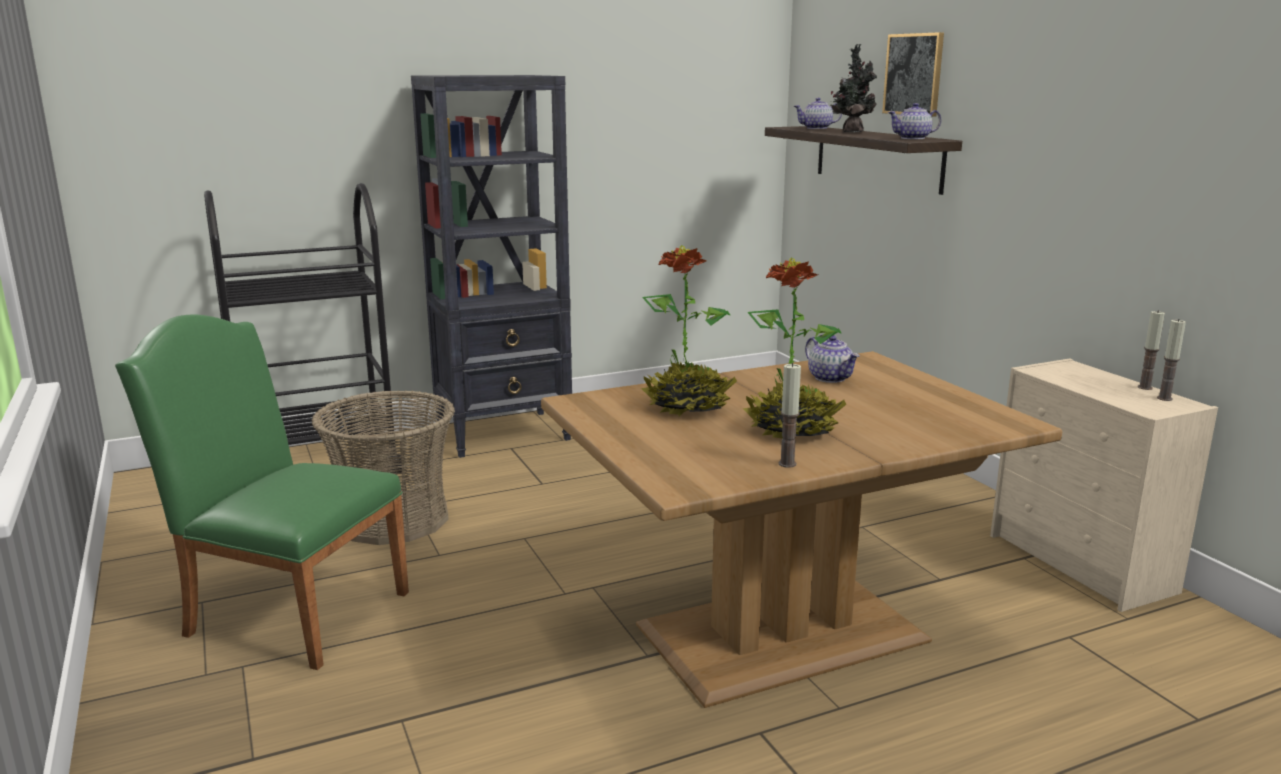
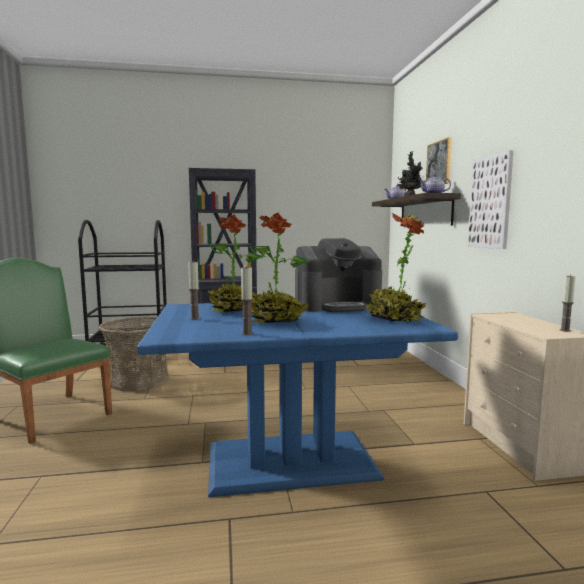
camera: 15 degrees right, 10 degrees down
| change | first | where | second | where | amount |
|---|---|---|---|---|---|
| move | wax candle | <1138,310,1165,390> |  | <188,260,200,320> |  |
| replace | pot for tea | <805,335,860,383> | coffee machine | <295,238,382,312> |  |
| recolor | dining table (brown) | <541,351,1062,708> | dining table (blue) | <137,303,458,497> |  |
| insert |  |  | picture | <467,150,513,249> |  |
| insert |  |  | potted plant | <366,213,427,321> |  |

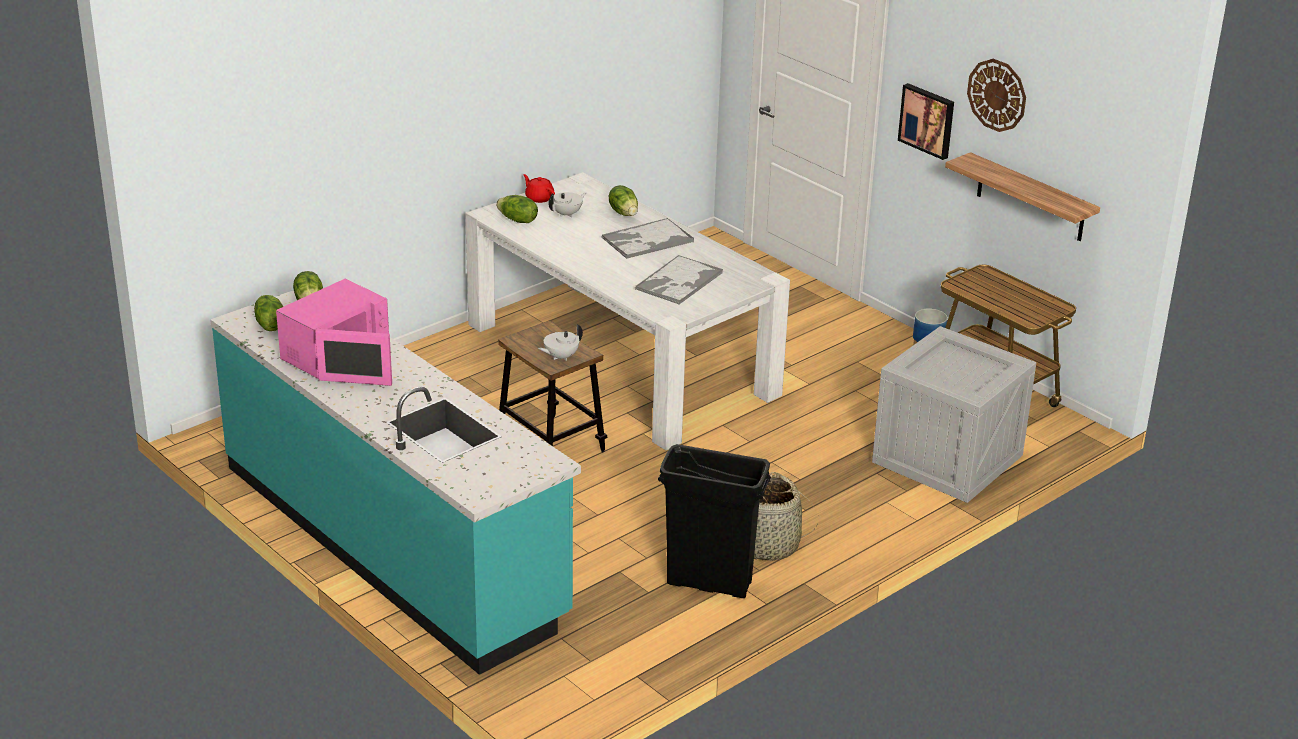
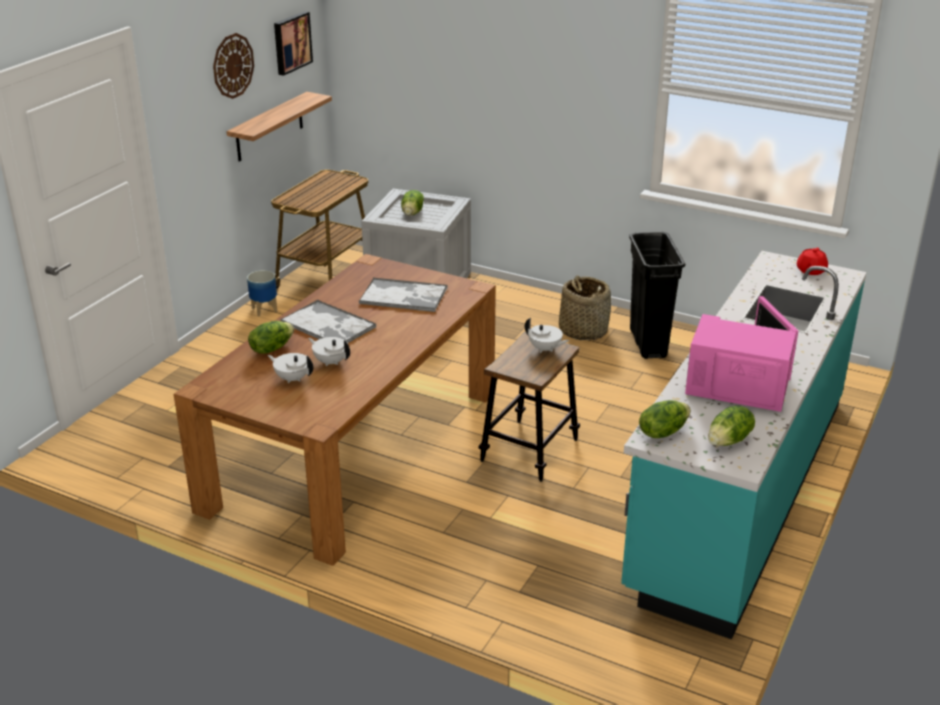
camera: 110 degrees left, 0 degrees up
| change | first | where | second | where | amount |
|---|---|---|---|---|---|
| move | picture | <898,83,954,160> |  | <274,11,313,76> |  |
| recolor | dining table (whitish) | <465,172,790,451> | dining table (brown) | <174,254,496,566> |  |
| move | pot for tea (red-coloured) | <523,174,555,203> |  | <797,248,828,275> |  |
| move | lettuce | <496,195,538,223> |  | <401,190,424,216> |  |
| insert |  |  | pot for tea (whitish) | <308,337,350,366> |  |

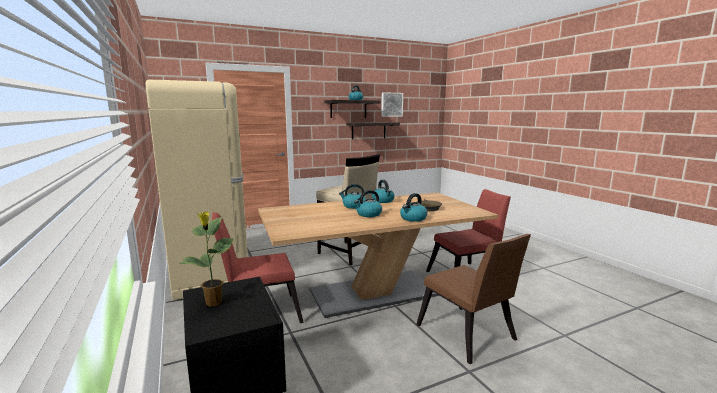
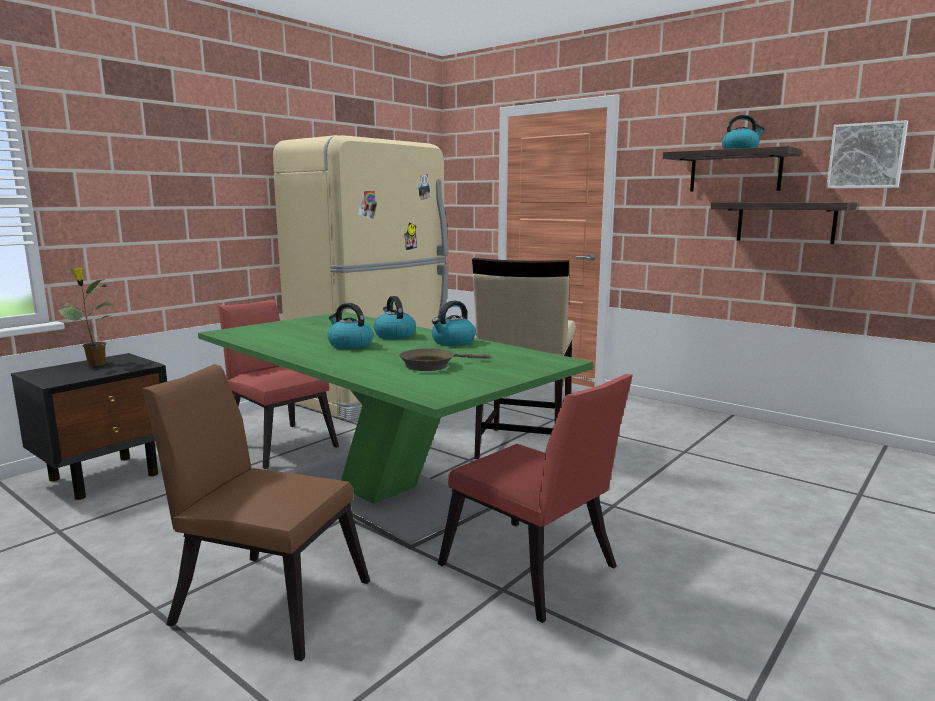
camera: 65 degrees right, 0 degrees up
| change | first | where | second | where | amount |
|---|---|---|---|---|---|
| recolor | dining table (sand-coloured) | <258,192,498,318> | dining table (green) | <198,312,593,550> |  |
| delete | tea kettle | <400,193,427,222> |  |  |  |
| rotate | upright chair (brown) | <416,234,531,364> |  | <142,364,370,661> | 75 degrees clockwise |

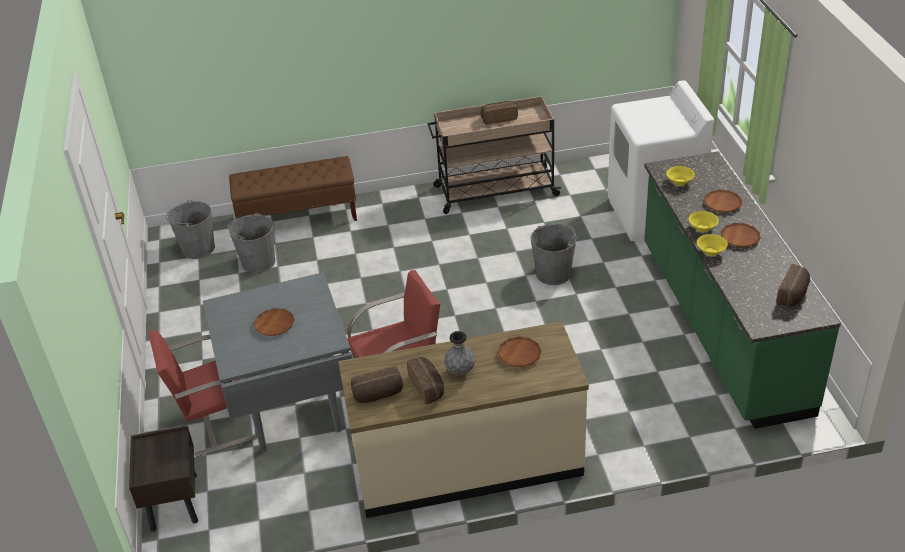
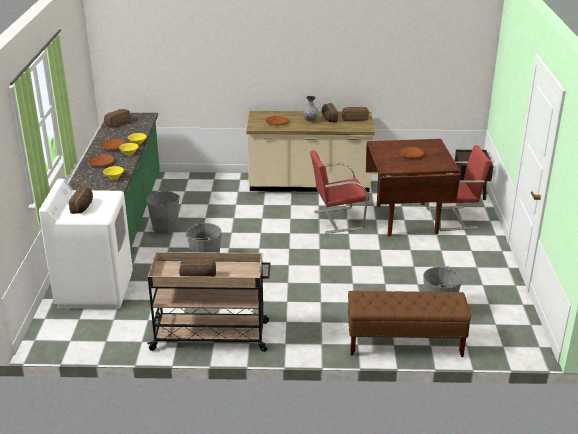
camera: 170 degrees left, 10 degrees down
| change | first | where | second | where | amount |
|---|---|---|---|---|---|
| move | water bucket (gray) | <166,200,215,259> |  | <146,190,180,234> |  |
| recolor | dining table (gray) | <203,272,353,452> | dining table (brown) | <366,139,461,236> |  |
| insert |  |  | bakery bread | <69,187,93,214> |  |

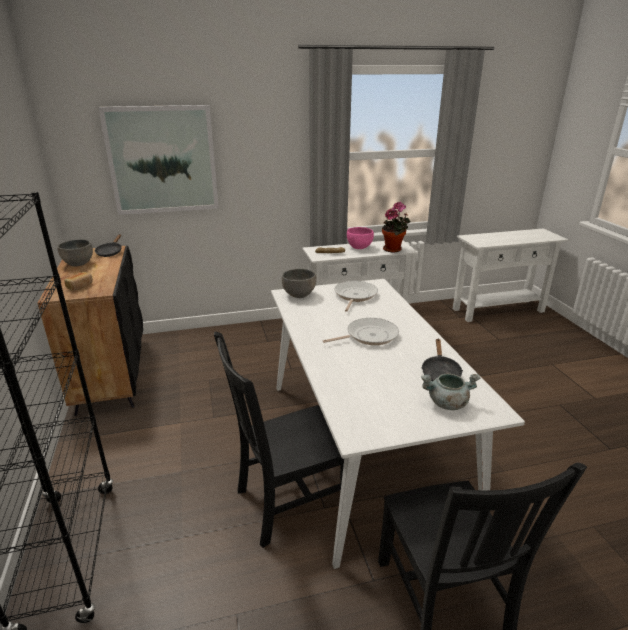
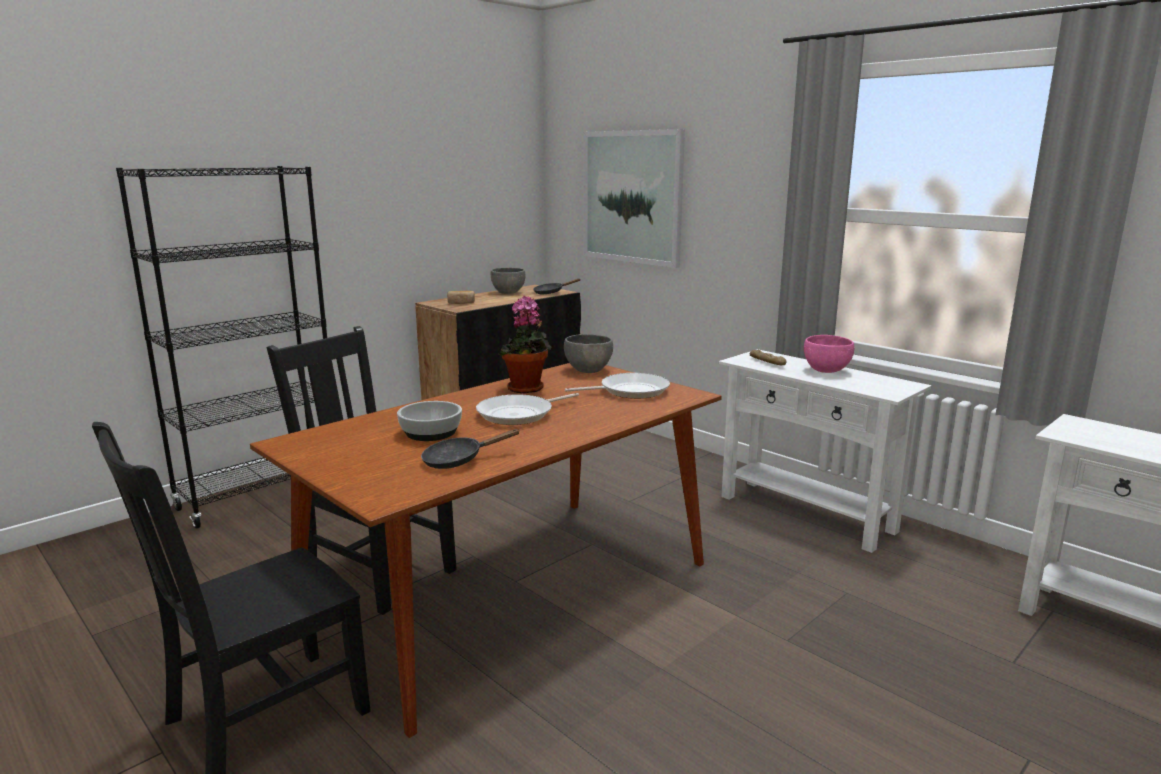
camera: 60 degrees right, 10 degrees down
| change | first | where | second | where | amount |
|---|---|---|---|---|---|
| move | potted plant | <382,202,411,253> |  | <499,296,551,394> |  |
| recolor | dining table (whitish) | <271,279,525,569> | dining table (brown) | <250,363,722,738> |  |
| rotate | pan | <323,318,399,345> |  | <476,393,579,425> | 105 degrees clockwise |
| delete | saucepot (gray) | <421,374,481,410> |  |  |  |
| insert |  |  | serving bowl | <397,401,462,441> |  |

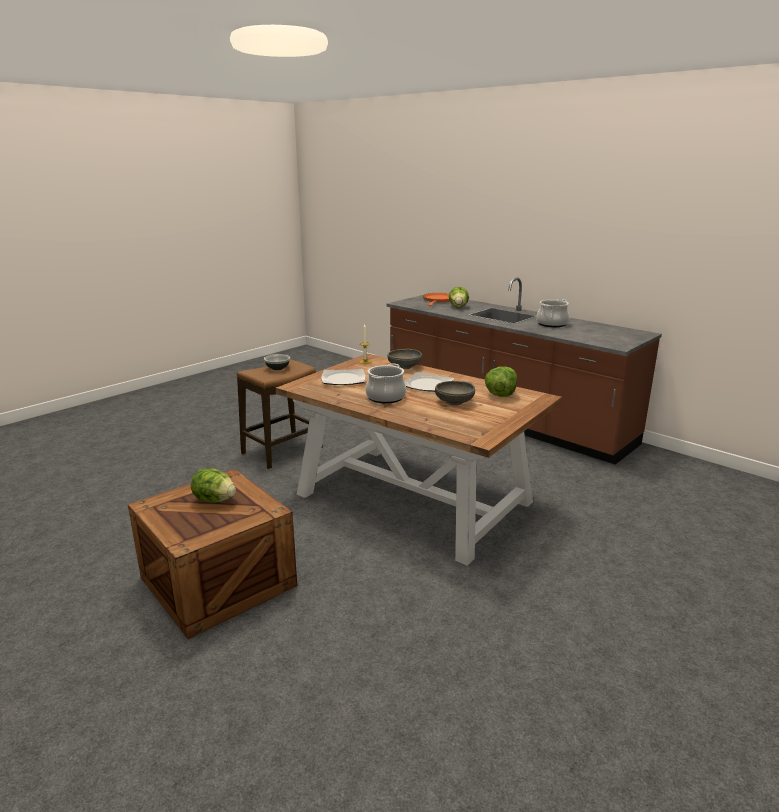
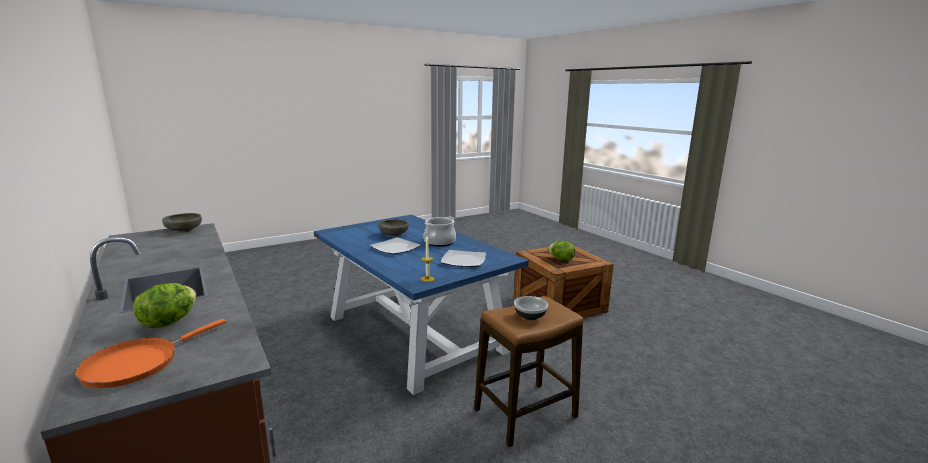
camera: 165 degrees left, 5 degrees down
| change | first | where | second | where | amount |
|---|---|---|---|---|---|
| delete | saucepot | <536,299,569,327> |  |  |  |
| move | serving bowl (gray) | <387,349,422,369> |  | <162,213,202,233> |  |
| recolor | dining table (brown) | <276,353,562,566> | dining table (blue) | <314,215,529,395> |  |
| delete | lettuce | <485,366,517,397> |  |  |  |

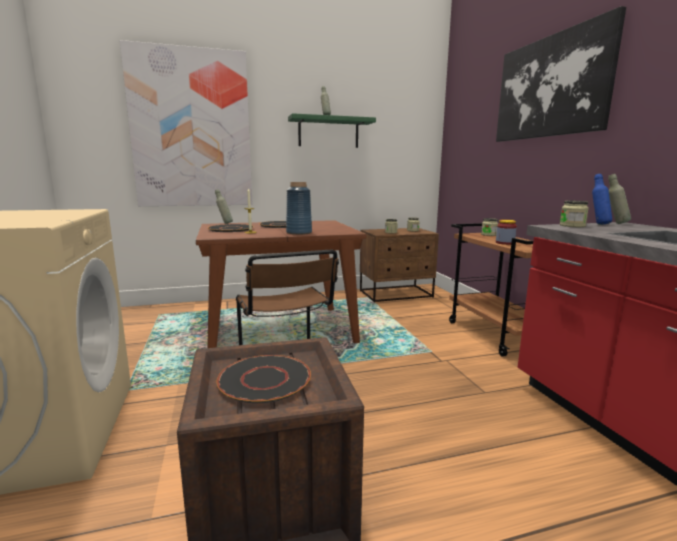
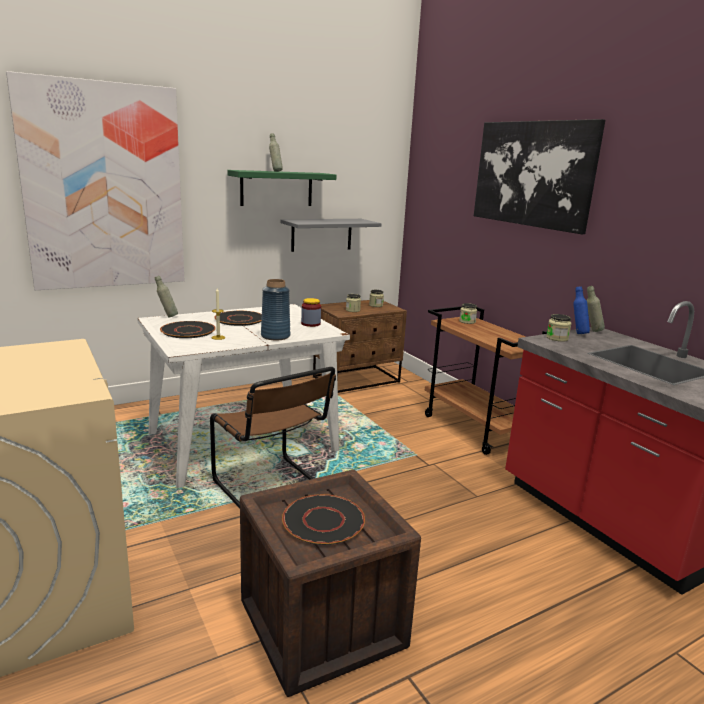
camera: 15 degrees left, 5 degrees up
| change | first | where | second | where | amount |
|---|---|---|---|---|---|
| recolor | dining table (brown) | <196,220,367,348> | dining table (whitish) | <137,304,350,488> |  |
| move | storage jar | <496,220,517,245> |  | <301,298,321,327> |  |
| insert |  |  | wall shelf (gray) | <281,219,381,252> |  |

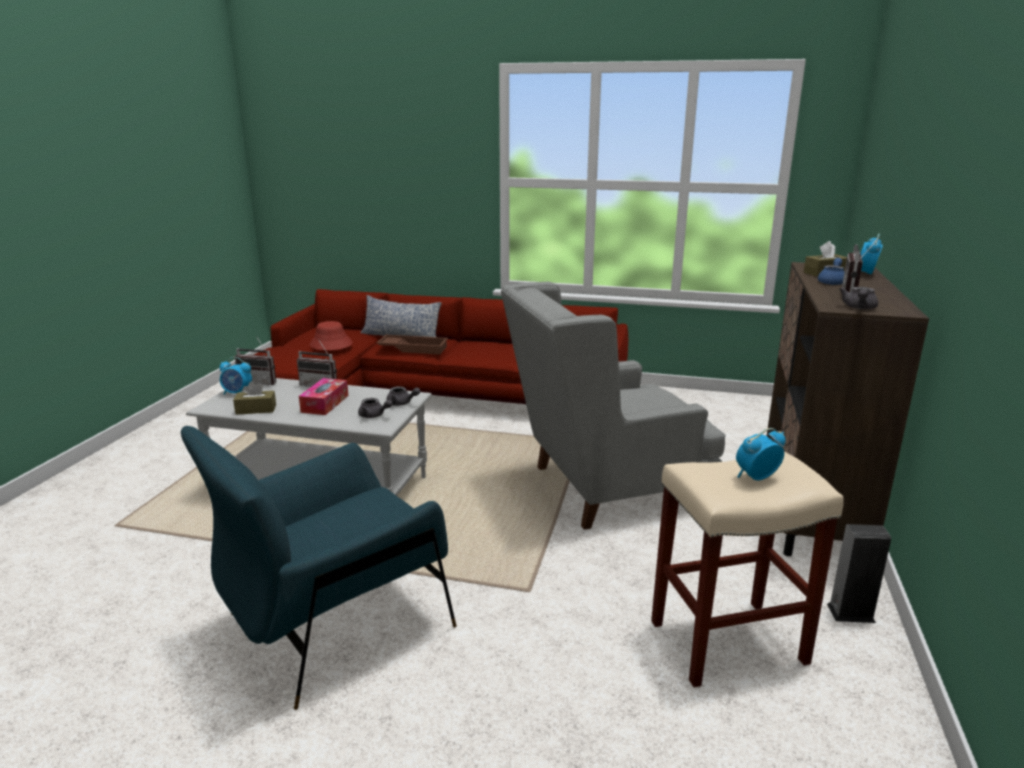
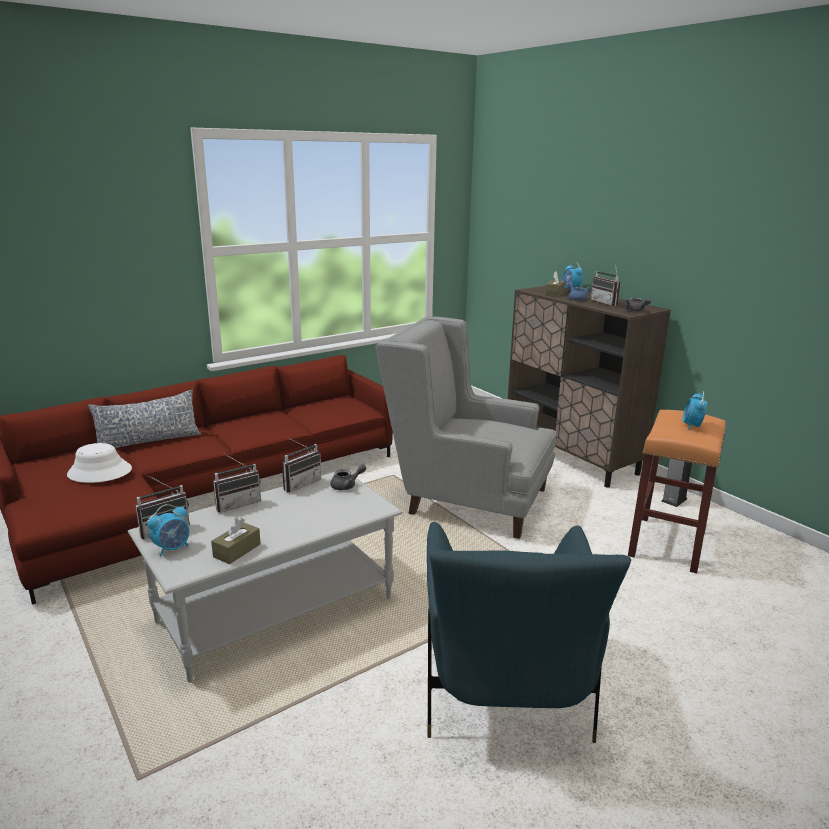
camera: 50 degrees left, 0 degrees up
| change | first | where | second | where | amount |
|---|---|---|---|---|---|
| rotate | armchair (gray) | <501,282,726,530> |  | <375,316,556,539> | 90 degrees clockwise |
| recolor | hat (red-coloured) | <310,321,353,350> | hat (whitish) | <67,443,132,483> |  |
| delete | serving tray (brown) | <377,335,448,355> |  |  |  |
| delete | tissue holder | <299,378,348,415> |  |  |  |
| delete | pot for tea (gray) | <358,398,393,418> |  |  |  |
| recolor | sitting stool (sand-coloured) | <651,452,844,687> | sitting stool (orangey) | <628,410,726,573> |  |
| insert |  |  | radio | <282,437,321,493> |  |

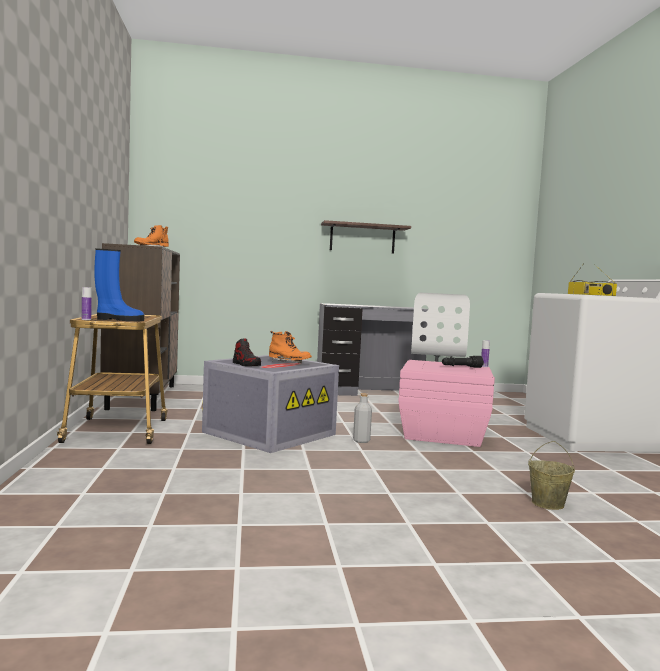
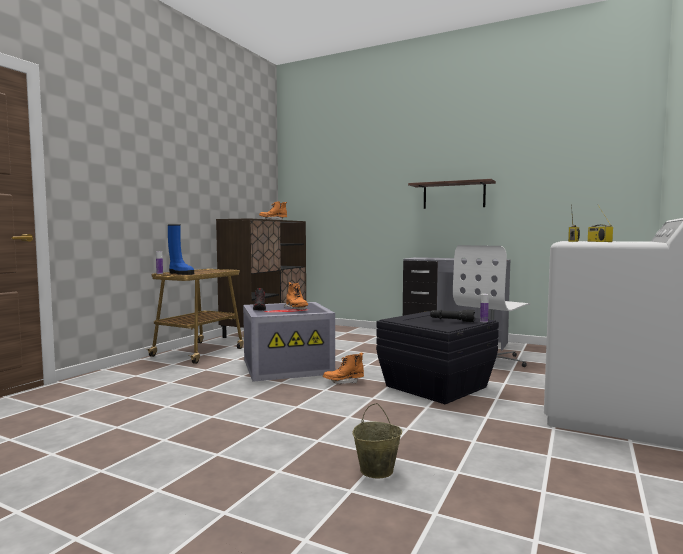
camera: 35 degrees right, 0 degrees up
| change | first | where | second | where | amount |
|---|---|---|---|---|---|
| recolor | storage container (pink) | <399,360,495,447> | storage container (black-coloured) | <376,311,499,404> |  |
| replace | beverage bottle (gray) | <353,393,372,443> | tall boot (orangey) | <323,352,364,384> |  |

